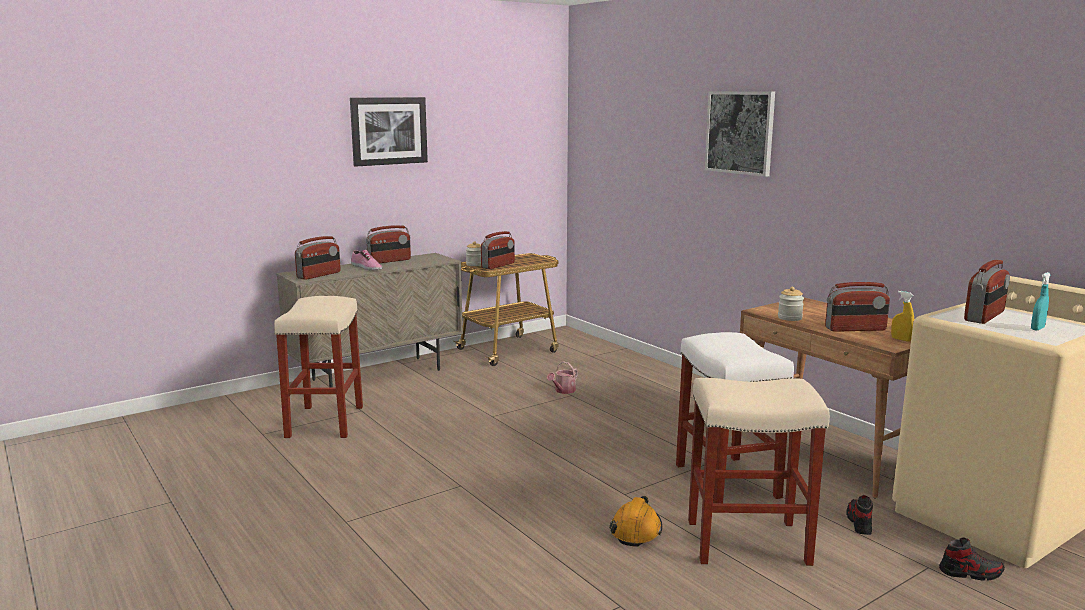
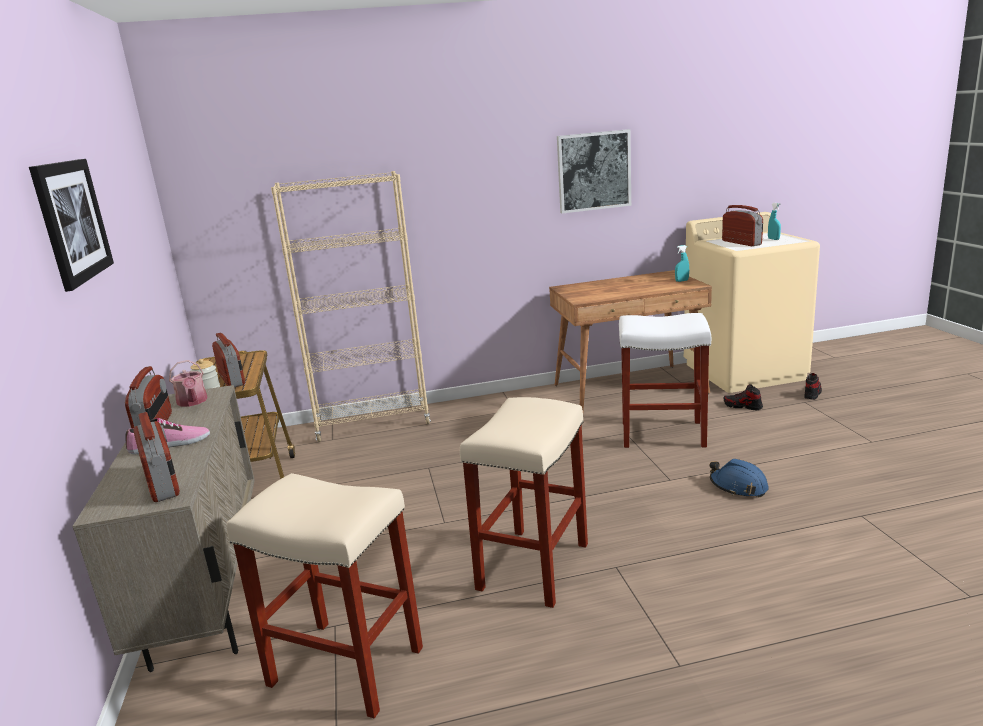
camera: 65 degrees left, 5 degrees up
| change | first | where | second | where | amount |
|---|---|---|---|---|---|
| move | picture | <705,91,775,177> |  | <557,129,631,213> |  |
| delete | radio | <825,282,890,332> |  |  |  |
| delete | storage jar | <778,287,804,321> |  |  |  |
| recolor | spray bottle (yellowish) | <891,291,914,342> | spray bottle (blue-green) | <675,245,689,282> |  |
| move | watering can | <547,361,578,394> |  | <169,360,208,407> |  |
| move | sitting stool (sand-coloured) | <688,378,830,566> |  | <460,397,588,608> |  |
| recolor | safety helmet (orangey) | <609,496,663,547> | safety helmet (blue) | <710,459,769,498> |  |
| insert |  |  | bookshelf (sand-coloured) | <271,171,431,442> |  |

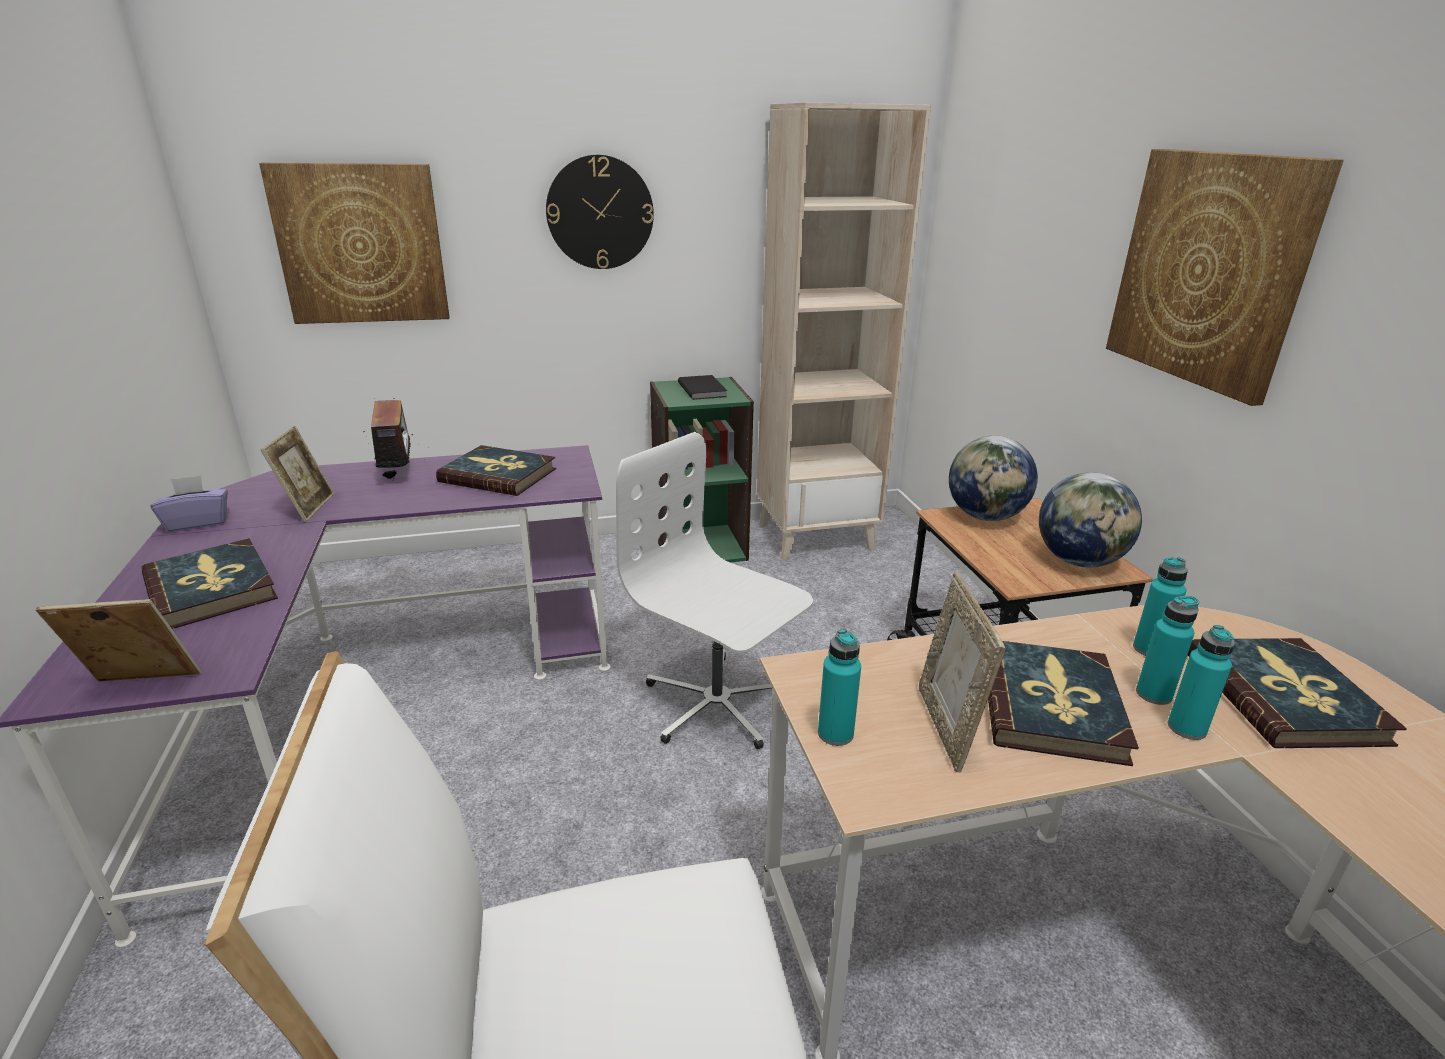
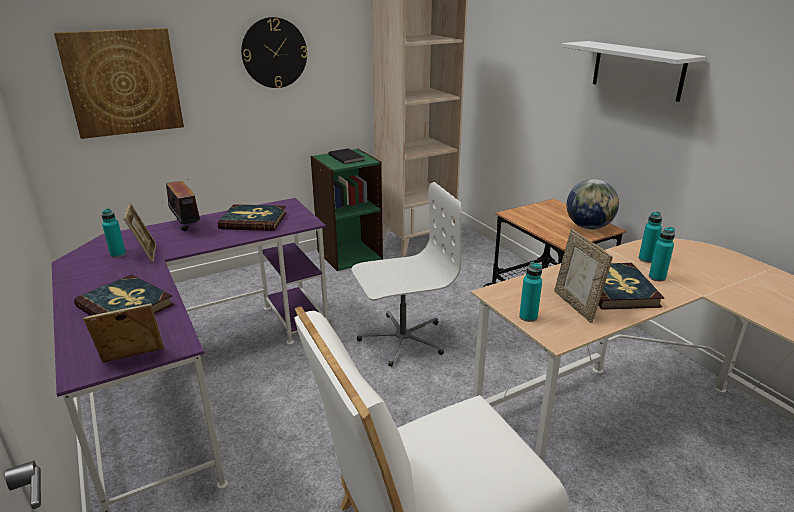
camera: 15 degrees left, 0 degrees up
| change | first | where | second | where | amount |
|---|---|---|---|---|---|
| replace | picture | <1106,149,1344,406> | wall shelf (whitish) | <562,41,706,102> |  |
| rotate | desk chair (whitish) | <616,432,813,749> |  | <351,182,462,367> | 135 degrees clockwise |
| delete | desk globe | <949,436,1038,521> |  |  |  |
| delete | tissue holder (purplish) | <150,475,228,532> |  |  |  |
| move | beverage bottle (blue-green) | <1168,625,1235,740> |  | <102,209,126,258> |  |
| delete | bound book | <1188,638,1407,748> |  |  |  |

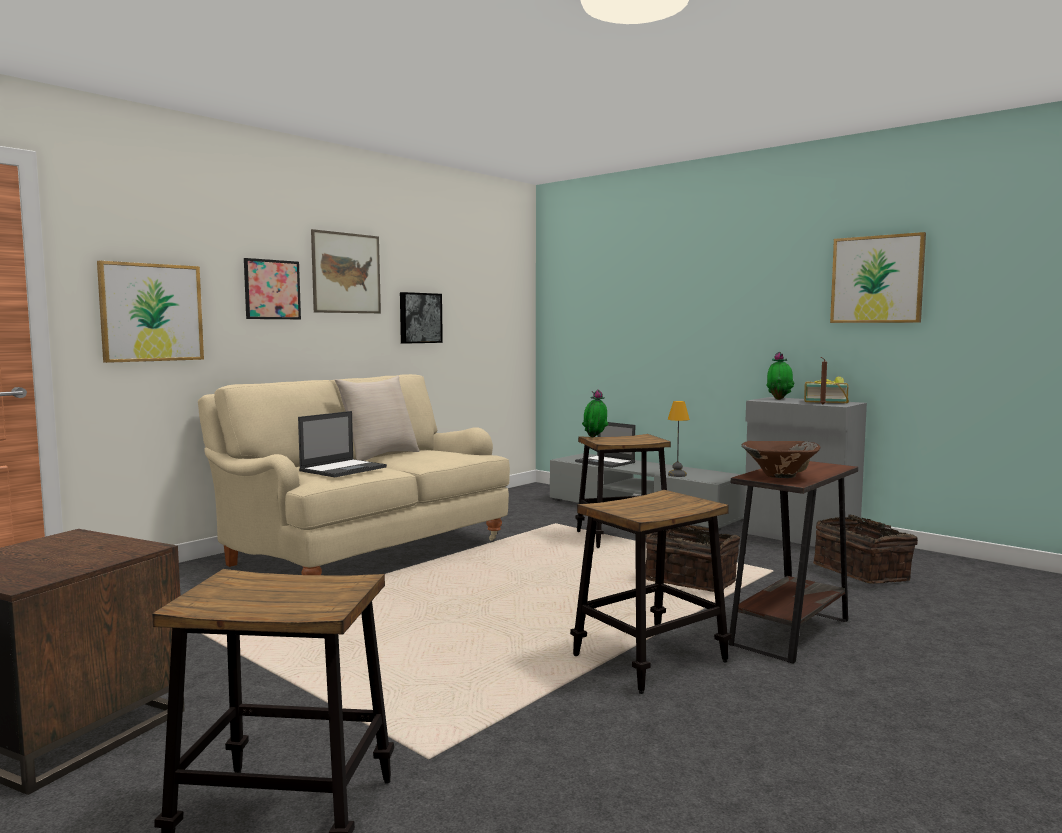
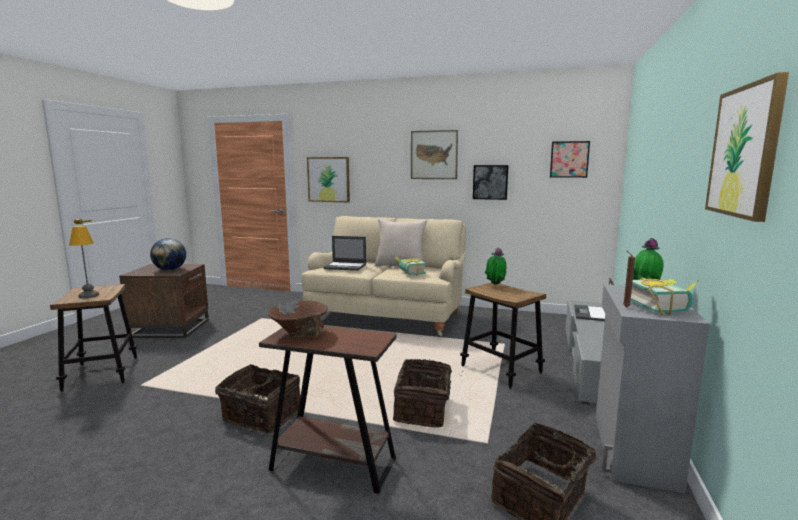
camera: 65 degrees right, 5 degrees up
| change | first | where | second | where | amount |
|---|---|---|---|---|---|
| move | picture | <244,258,301,319> |  | <550,141,590,178> |  |
| move | lamp for a table | <668,401,690,477> |  | <69,226,99,298> |  |
| replace | sitting stool | <570,490,732,694> | storage basket | <215,364,300,434> |  |
| insert |  |  | desk globe | <150,238,186,271> |  |
| insert |  |  | bound book | <395,257,426,276> |  |

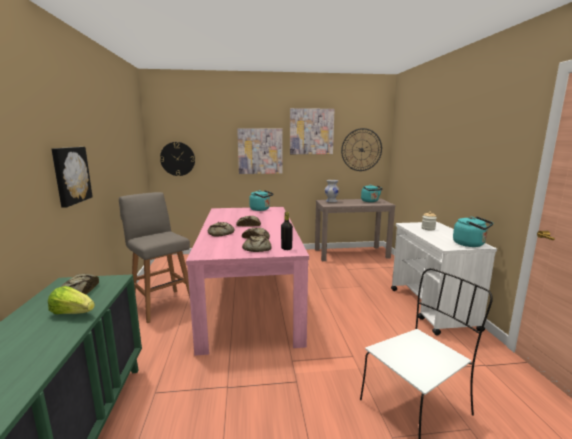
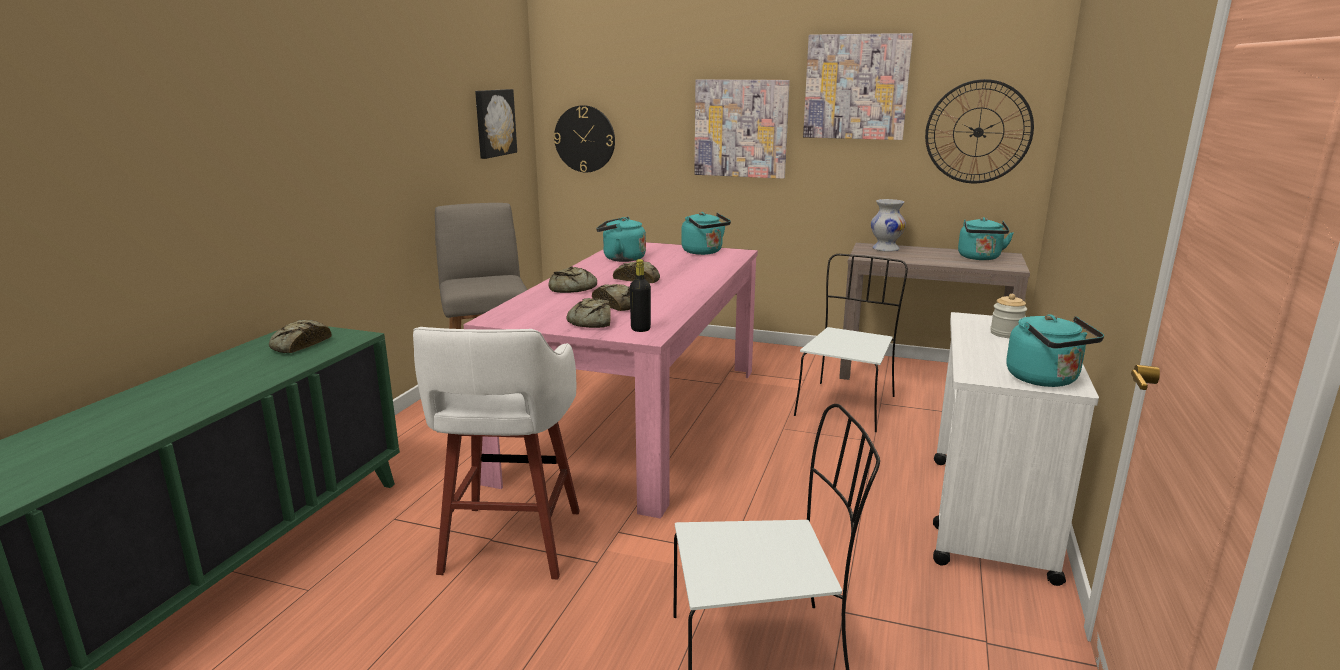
camera: 25 degrees right, 5 degrees up
| change | first | where | second | where | amount |
|---|---|---|---|---|---|
| move | picture | <52,147,93,208> |  | <475,89,517,159> |  |
| delete | lettuce | <48,286,95,314> |  |  |  |
| insert |  |  | tea kettle (blue-green) | <596,217,646,262> |  |
| insert |  |  | upright chair (whitish) | <794,254,908,432> |  |
| insert |  |  | sitting stool (whitish) | <413,327,580,579> |  |

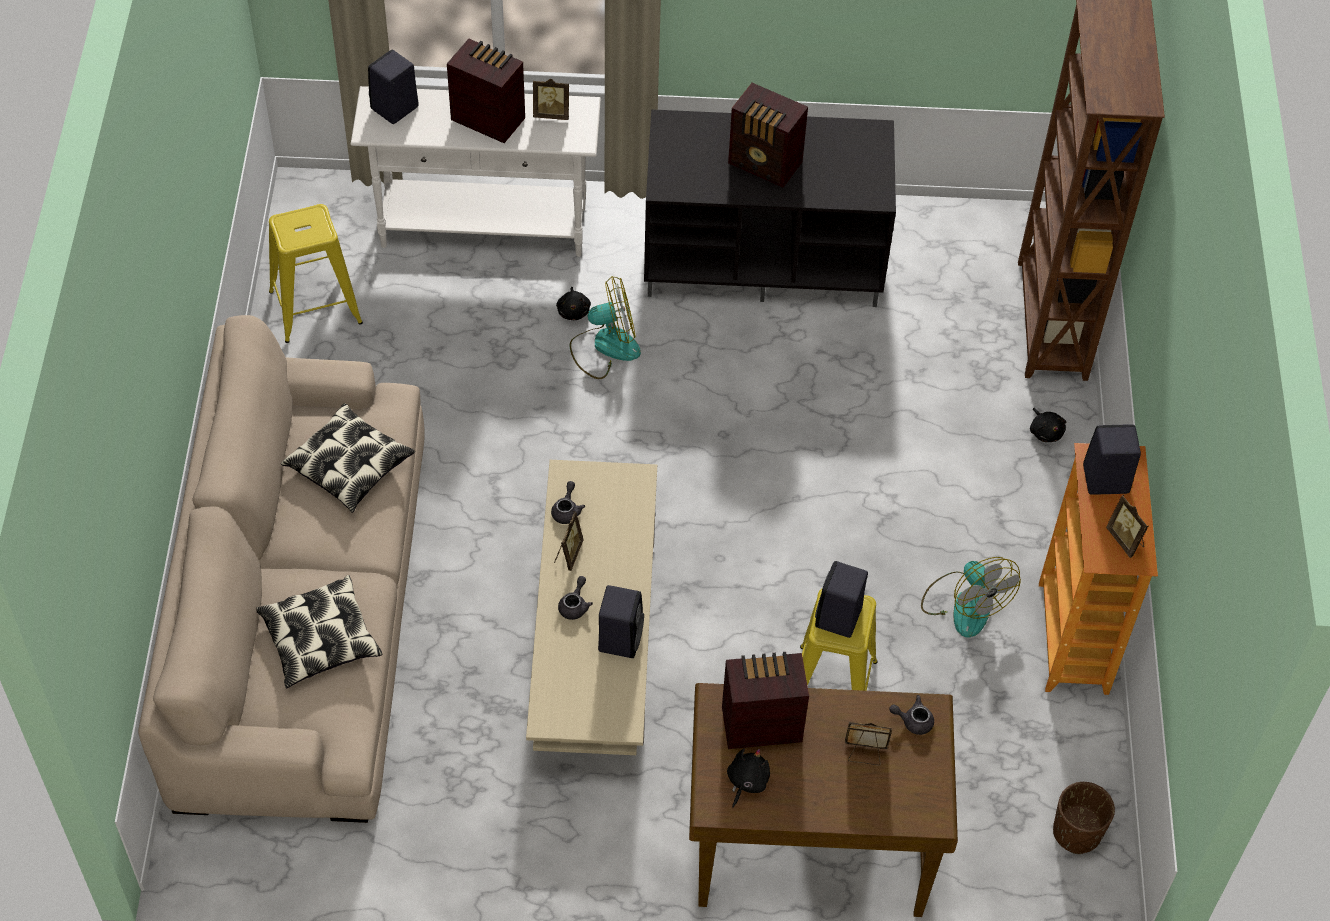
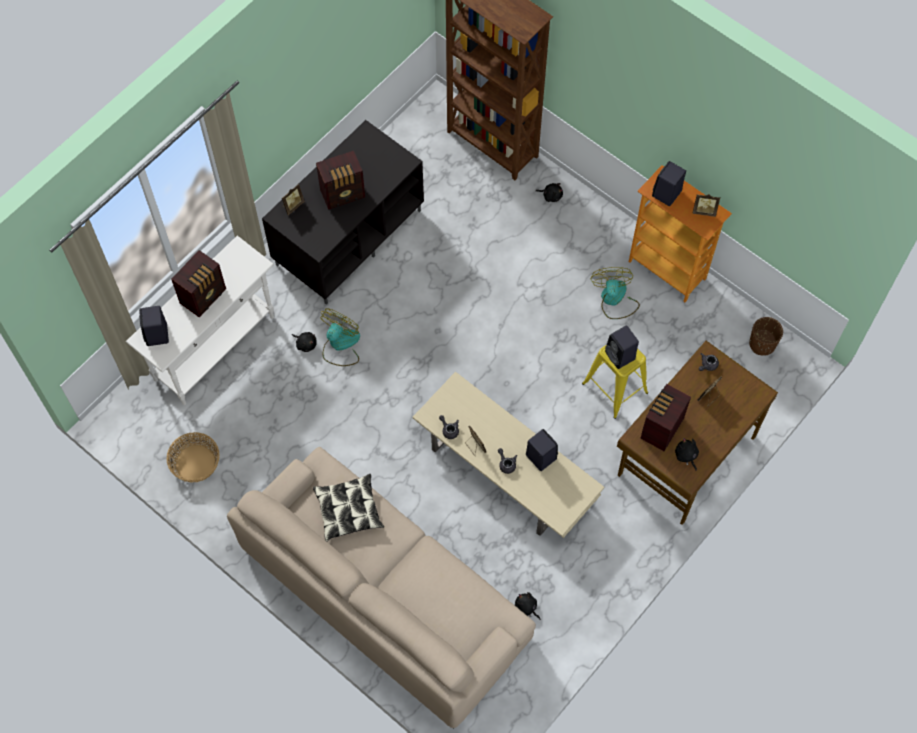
camera: 50 degrees left, 10 degrees up
| change | first | where | second | where | amount |
|---|---|---|---|---|---|
| rotate | radio | <447,39,525,143> |  | <171,250,226,317> | 150 degrees clockwise |
| move | picture frame | <533,79,569,120> |  | <282,184,304,215> |  |
| replace | sitting stool (yellowish) | <269,204,363,343> | storage basket | <166,432,219,483> |  |
| rotate | cooling fan | <921,557,1021,638> |  | <591,267,640,319> | 105 degrees counterclockwise |
| delete | pillow | <256,575,383,688> |  |  |  |
| insert |  |  | soft toy (black-coloured) | <515,592,541,620> |  |

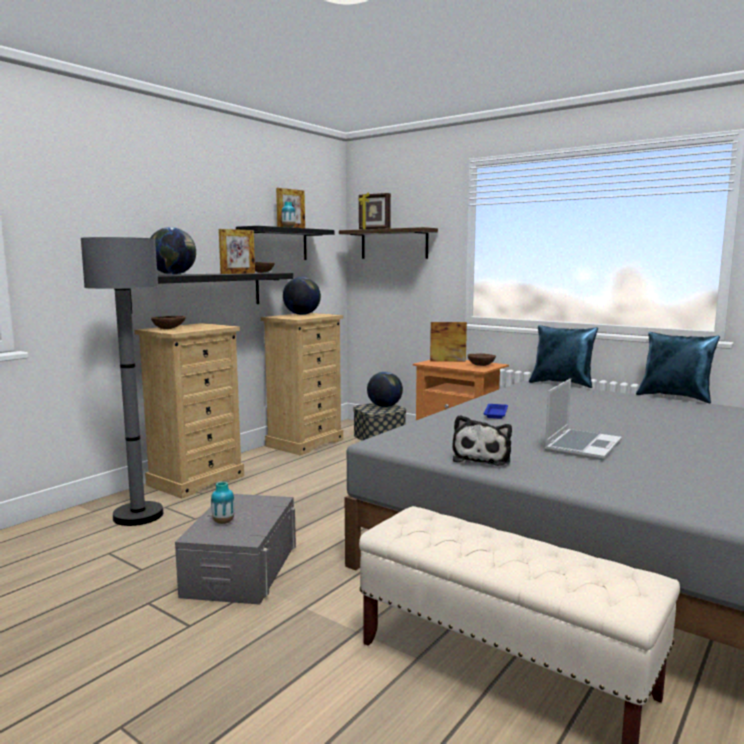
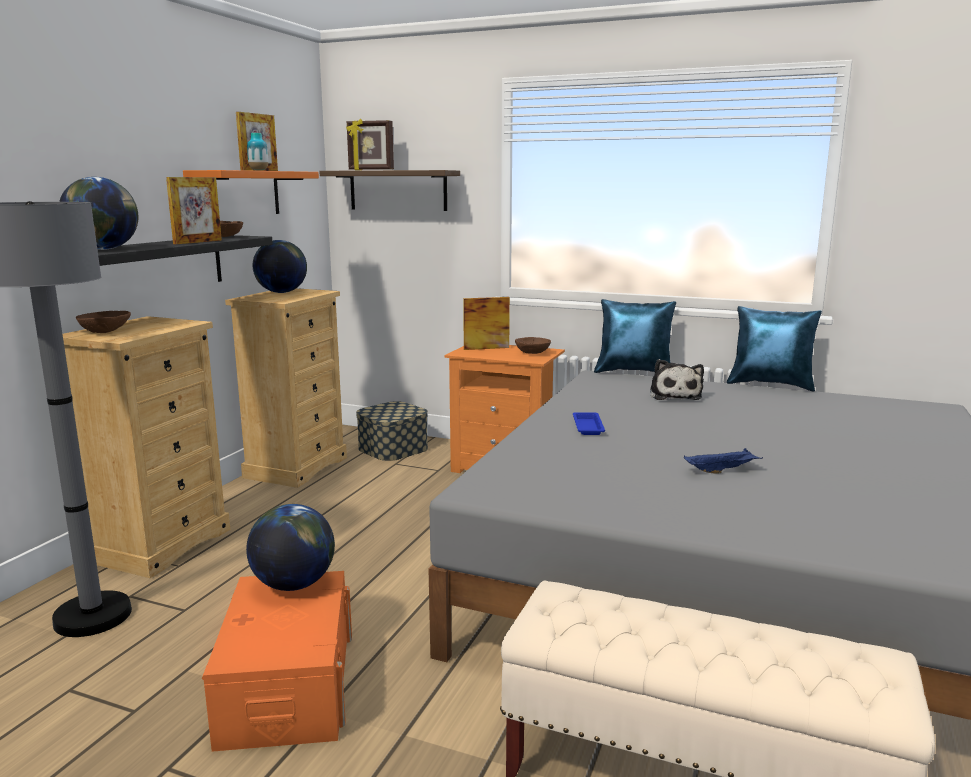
camera: 15 degrees left, 5 degrees up
| change | first | where | second | where | amount |
|---|---|---|---|---|---|
| recolor | wall shelf (black-coloured) | <236,226,334,260> | wall shelf (orangey) | <183,170,319,214> |  |
| move | desk globe | <367,372,403,407> |  | <246,504,335,591> |  |
| replace | portable computer | <544,379,622,460> | serving tray (blue) | <684,448,763,474> |  |
| move | soft toy | <452,415,512,466> |  | <650,359,704,400> |  |
| delete | vase | <211,482,235,524> |  |  |  |
| recolor | storage container (gray) | <175,494,296,605> | storage container (orangey) | <202,571,352,752> |  |

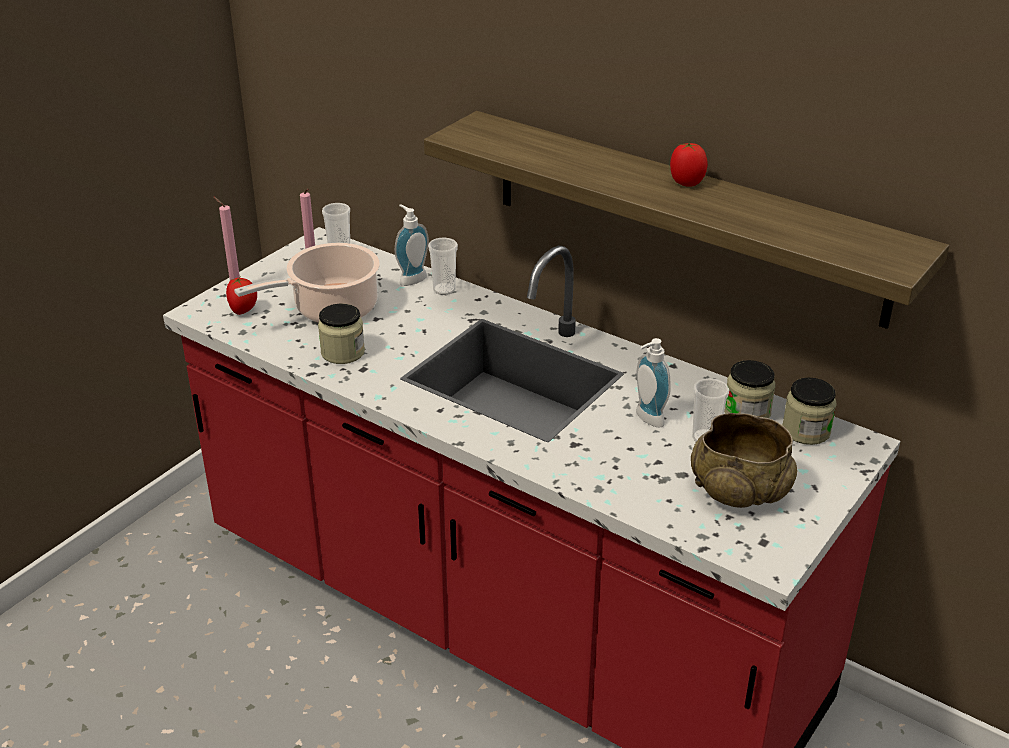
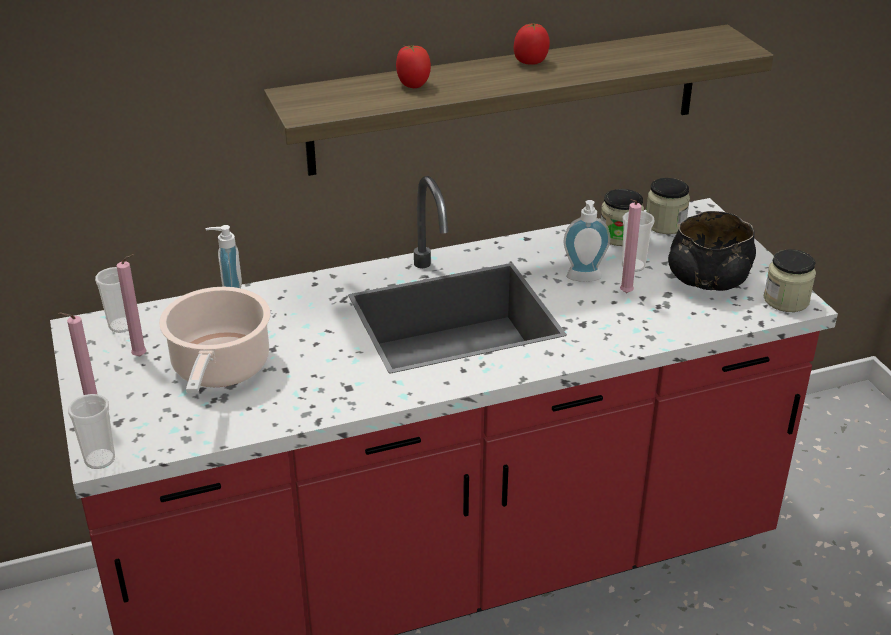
camera: 55 degrees left, 0 degrees up
| change | first | where | second | where | amount |
|---|---|---|---|---|---|
| move | small cup | <428,237,458,295> |  | <68,394,115,469> |  |
| move | tomato | <226,277,257,315> |  | <396,45,431,88> |  |
| move | storage jar | <318,304,365,364> |  | <764,249,816,312> |  |
| recolor | serving bowl (sand-coloured) | <691,413,797,508> | serving bowl (black-coloured) | <668,211,756,291> |  |
| insert |  |  | wax candle (pink) | <620,199,642,293> |  |

